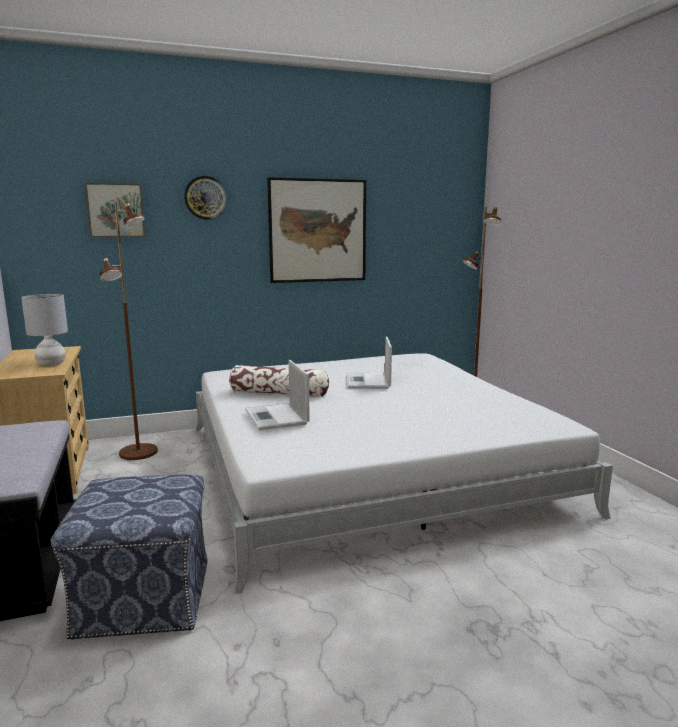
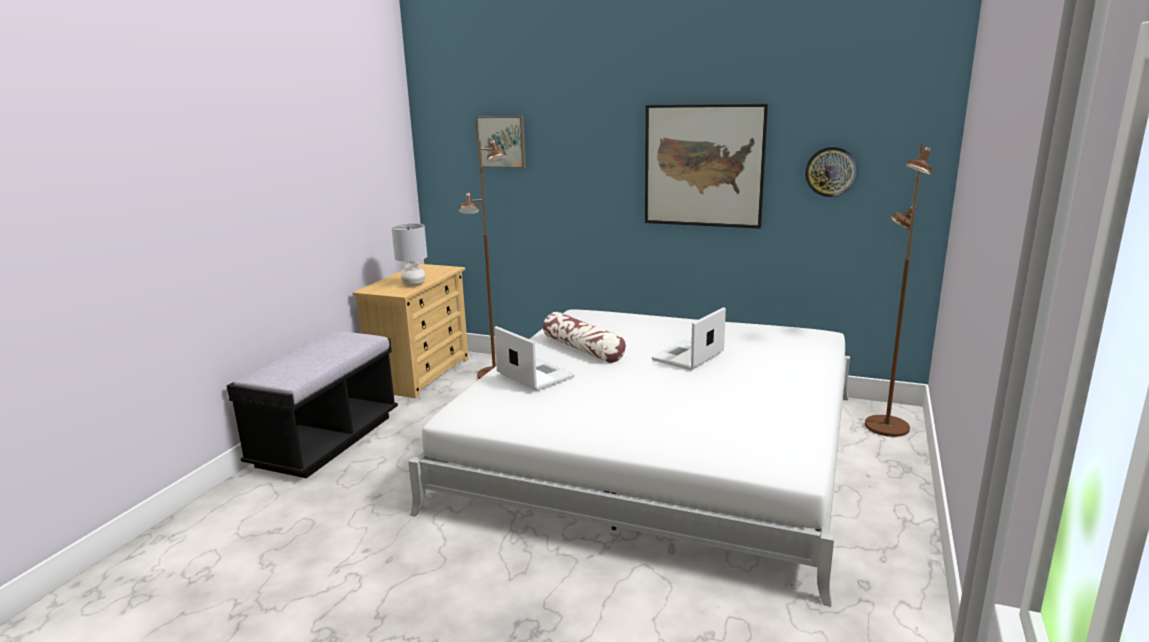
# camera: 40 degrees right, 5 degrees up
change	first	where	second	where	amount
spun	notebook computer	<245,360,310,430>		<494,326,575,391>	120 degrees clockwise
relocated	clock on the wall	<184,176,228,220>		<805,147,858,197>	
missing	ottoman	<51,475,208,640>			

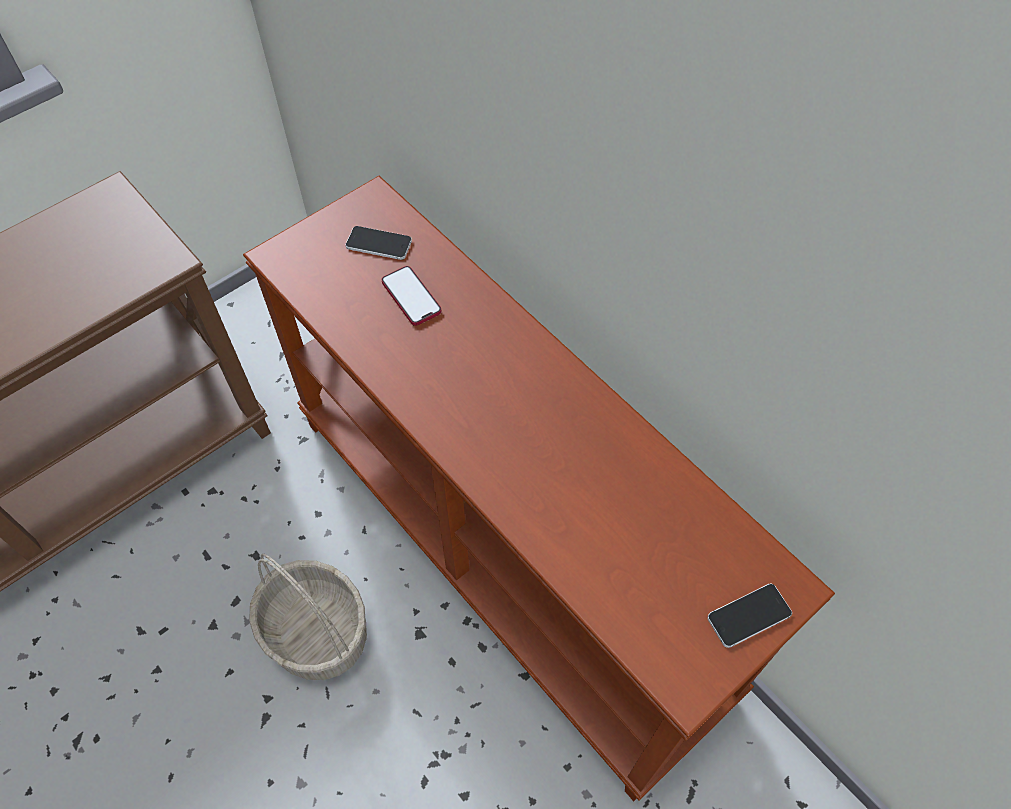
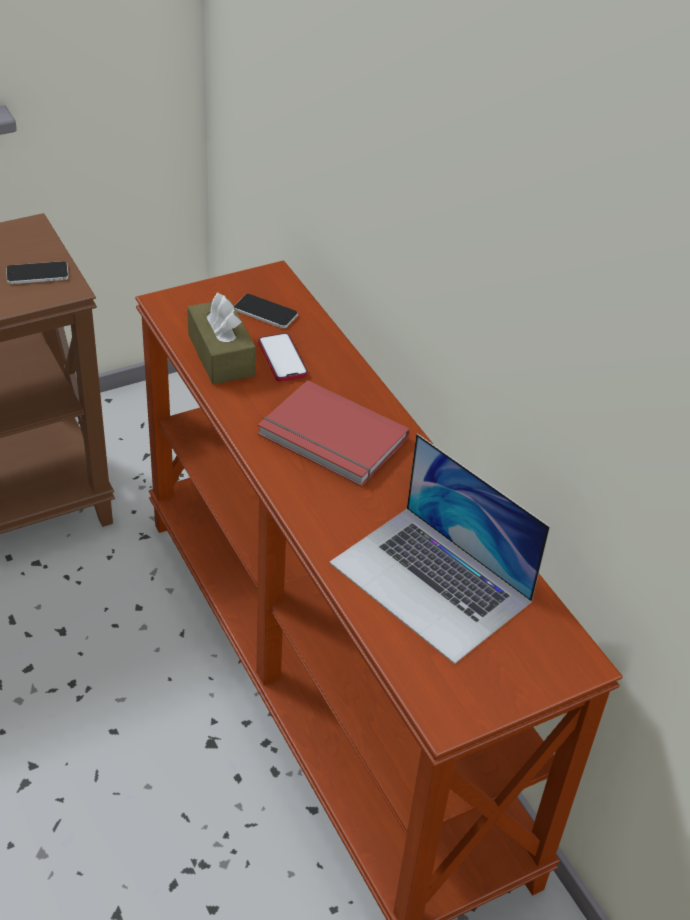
# camera: 10 degrees right, 15 degrees down
change	first	where	second	where	amount
relocated	phone	<708,583,792,648>		<6,261,69,284>	
appeared			brownish tissue holder	<187,293,256,384>	
appeared			red-coloured book	<258,380,410,486>	
appeared			notebook computer	<329,433,550,664>	
missing	household basket	<249,554,367,680>			

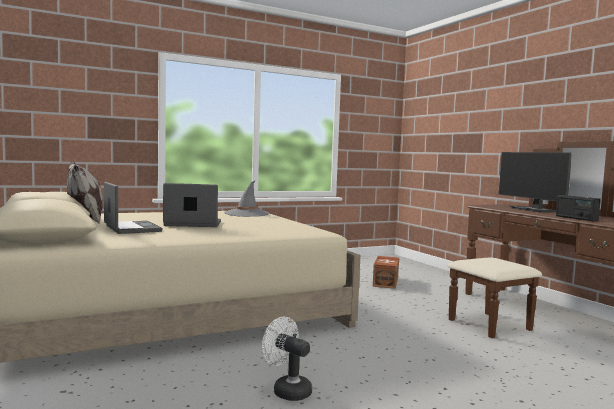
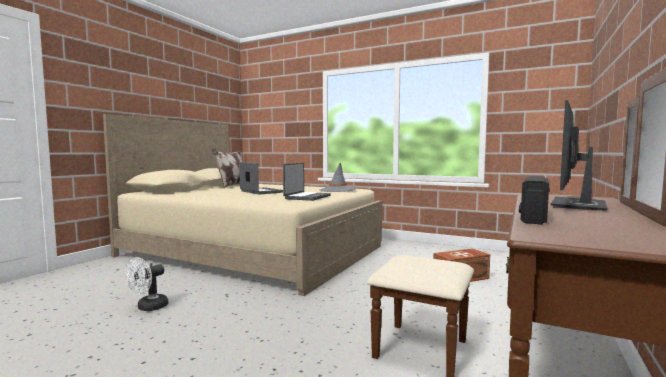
# camera: 55 degrees right, 0 degrees up
change	first	where	second	where	amount
spun	white electric fan	<262,317,312,401>		<125,257,168,311>	150 degrees counterclockwise
relocated	notebook computer	<104,182,163,234>		<283,163,331,201>	

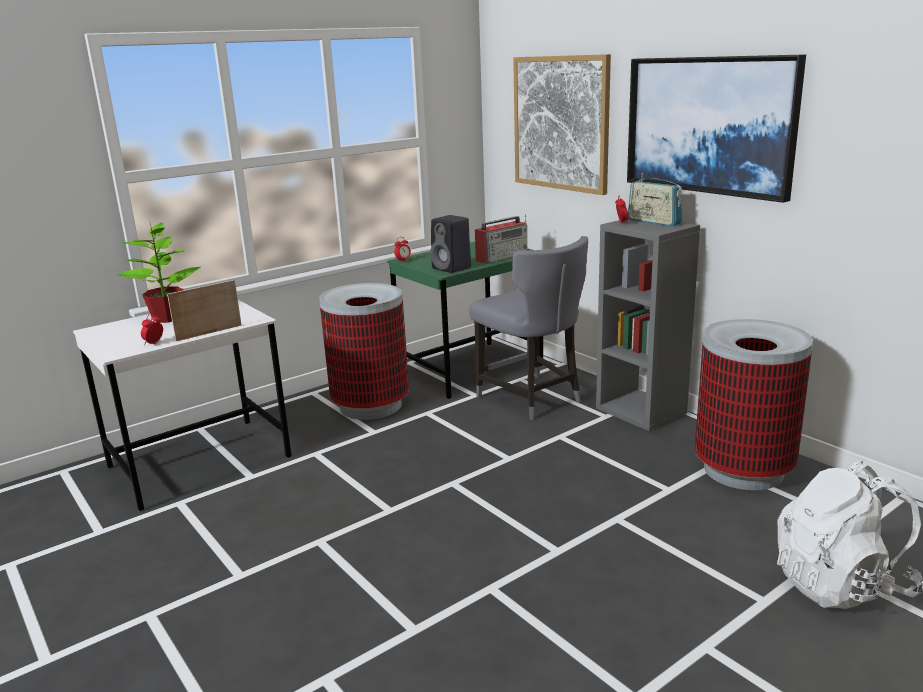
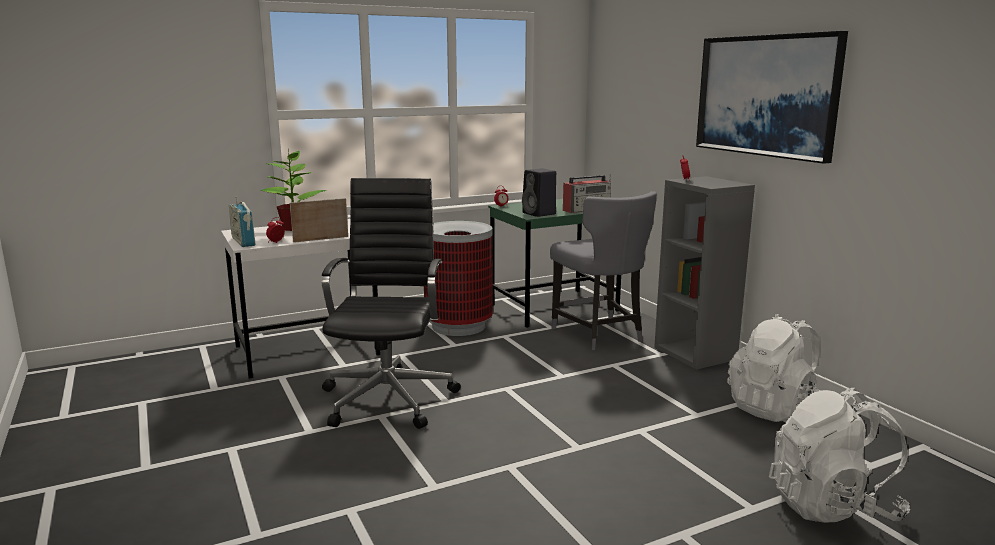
# camera: 10 degrees right, 5 degrees down
change	first	where	second	where	amount
relocated	radio set	<628,173,682,226>		<229,197,255,247>	
appeared			black desk chair	<322,178,461,429>	
exchanged	rubbish bin	<695,319,813,490>	white rucksack	<727,314,820,422>	
missing	picture	<513,54,611,195>			

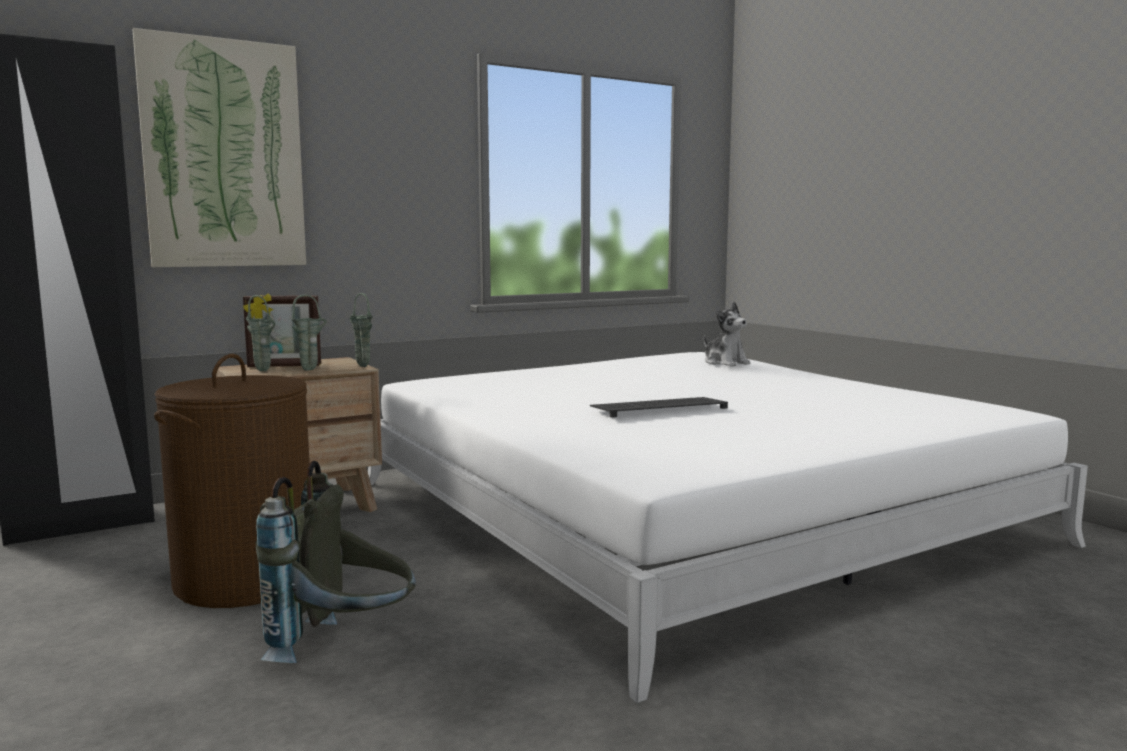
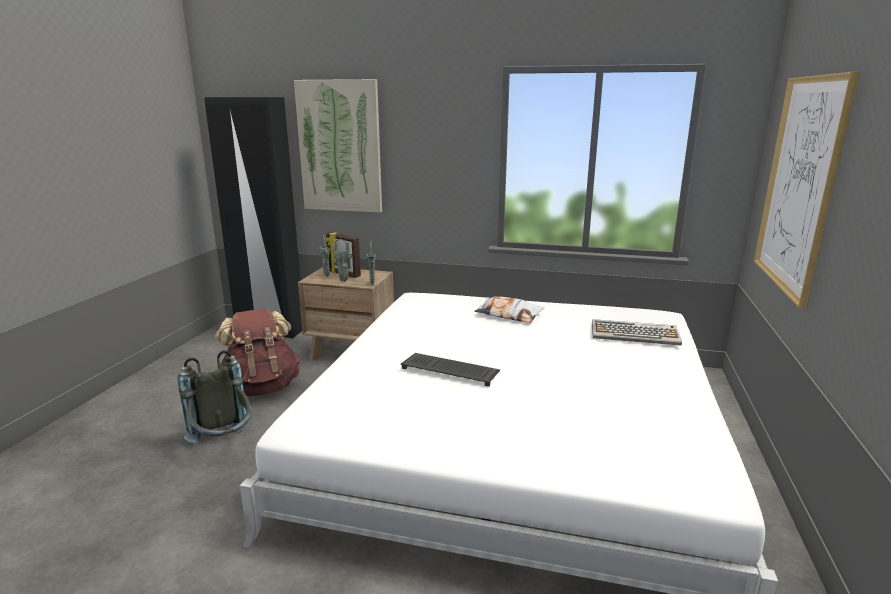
# camera: 45 degrees right, 10 degrees up
change	first	where	second	where	amount
exchanged	brownish washing basket	<154,354,310,608>	brownish rucksack	<215,309,301,397>	
appeared			pillow	<474,296,545,323>	
exchanged	plush toy	<704,301,751,366>	computer keyboard	<592,319,682,346>	
appeared			picture	<754,72,860,309>	

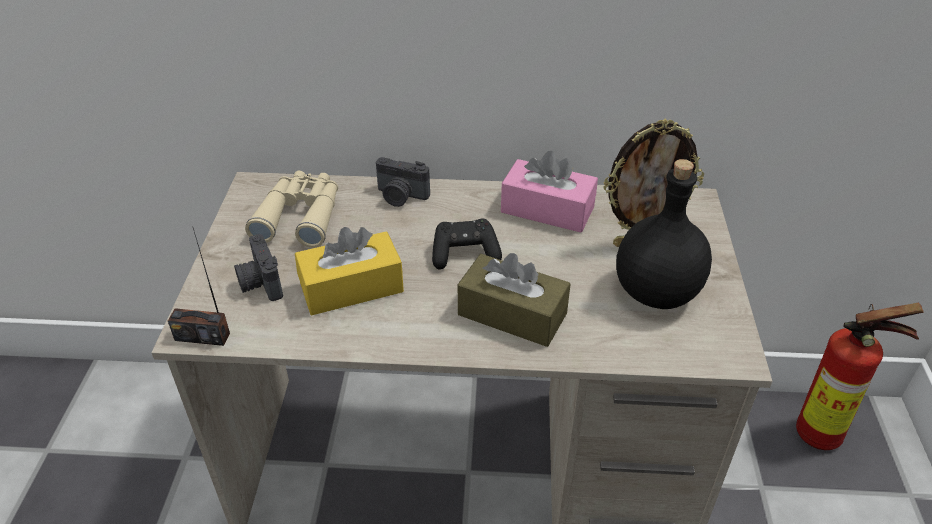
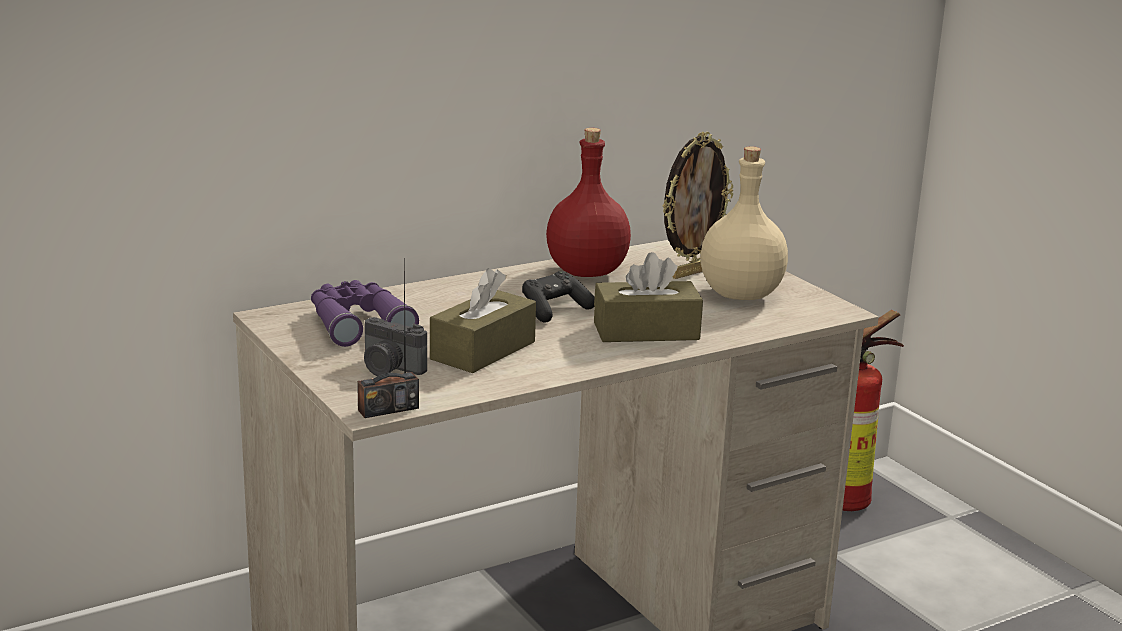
# camera: 35 degrees left, 20 degrees down
change	first	where	second	where	amount
colour	beige-coloured field glasses	<245,171,338,248>	purple field glasses	<311,280,419,347>	
colour	yellow tissue holder	<295,227,404,315>	brownish tissue holder	<430,268,536,373>	
exchanged	pink tissue holder	<501,151,598,233>	red-coloured beverage bottle	<546,128,631,277>	
colour	black beverage bottle	<616,159,712,309>	beige-coloured beverage bottle	<701,146,788,300>	
missing	photo camera	<376,157,430,207>			

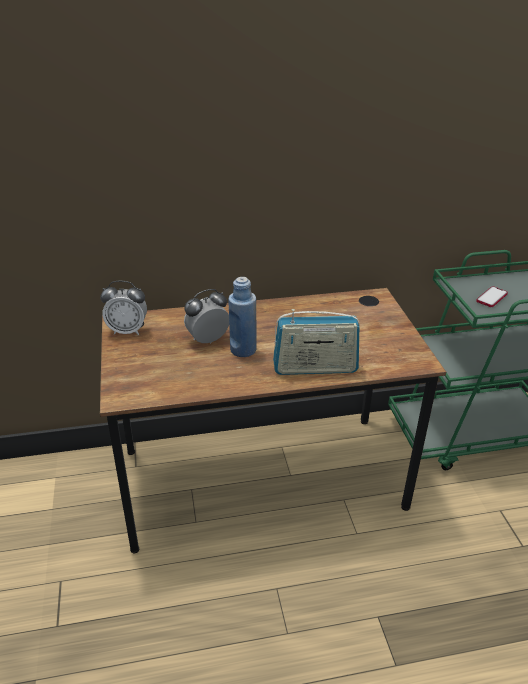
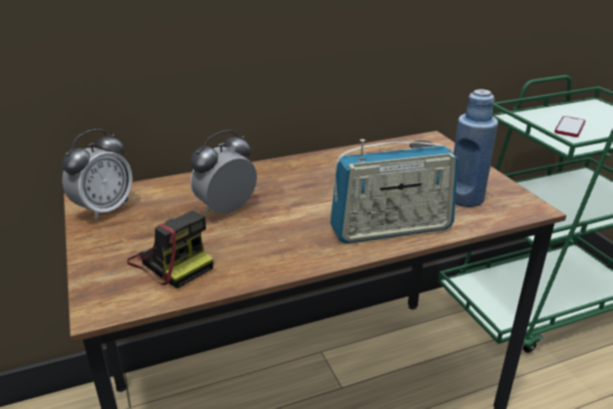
# camera: 10 degrees left, 5 degrees down
change	first	where	second	where	amount
spun	alarm clock	<100,280,147,335>		<62,129,133,220>	45 degrees counterclockwise
appeared			photo camera	<127,211,213,288>	
relocated	blue beverage bottle	<229,277,257,357>		<454,89,498,207>	

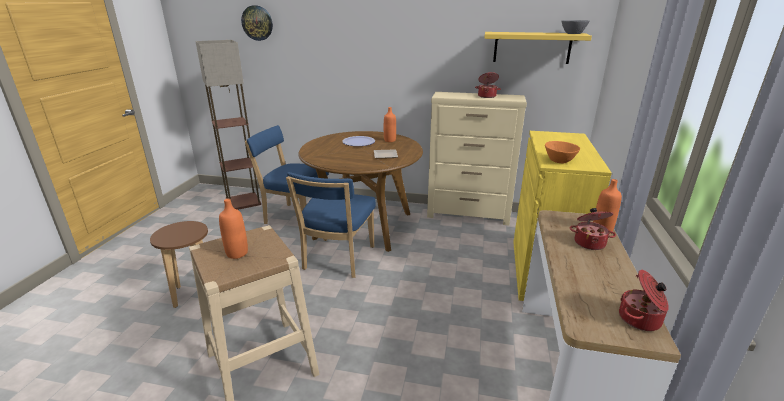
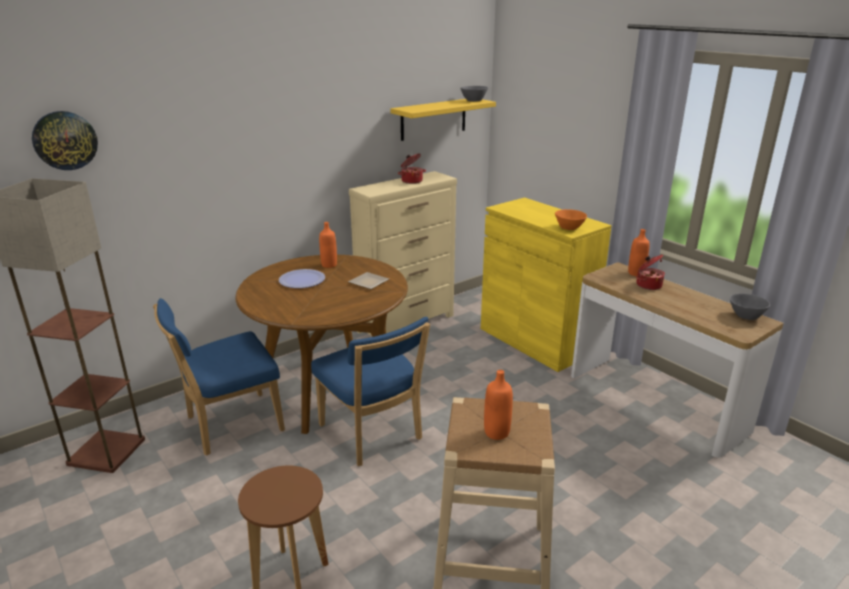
# camera: 50 degrees left, 0 degrees up
change	first	where	second	where	amount
exchanged	saucepot	<619,270,669,331>	greyish bowl	<730,293,770,320>	

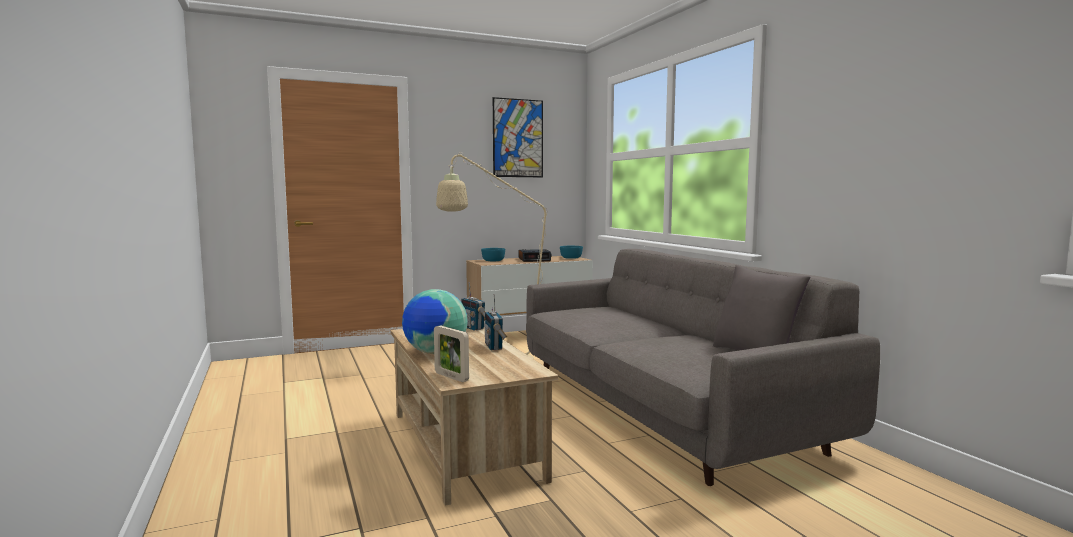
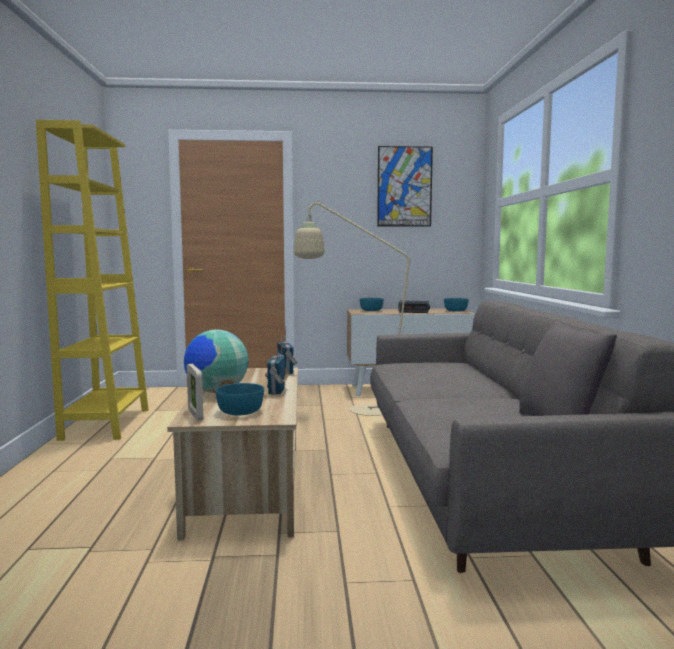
# camera: 20 degrees right, 0 degrees up
change	first	where	second	where	amount
appeared			yellow bookshelf	<36,120,148,441>	
appeared			blue-green bowl	<215,383,264,415>	

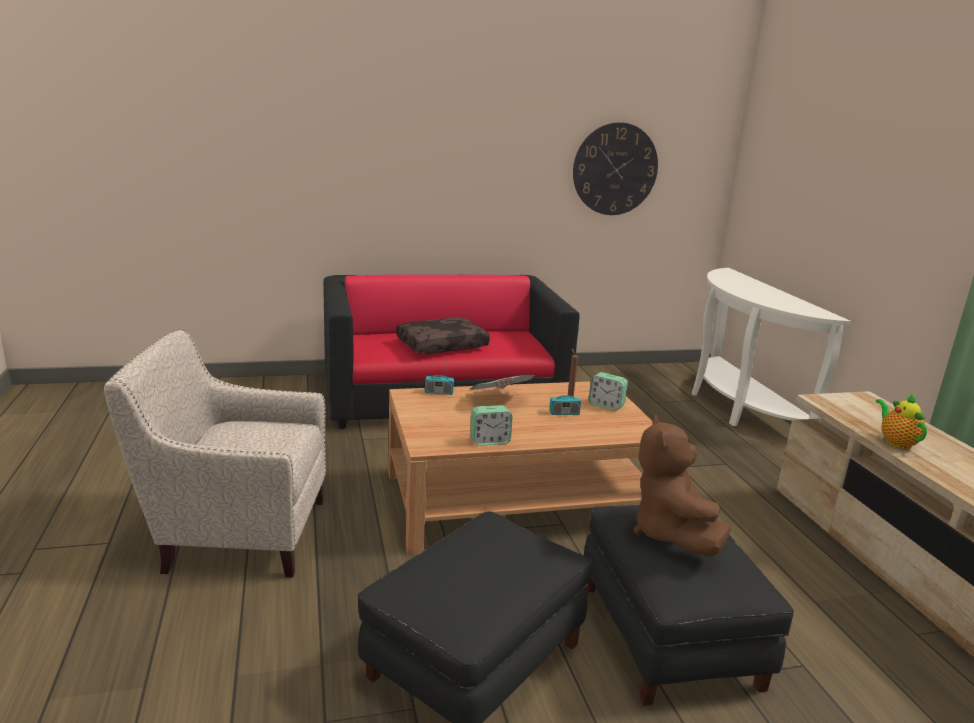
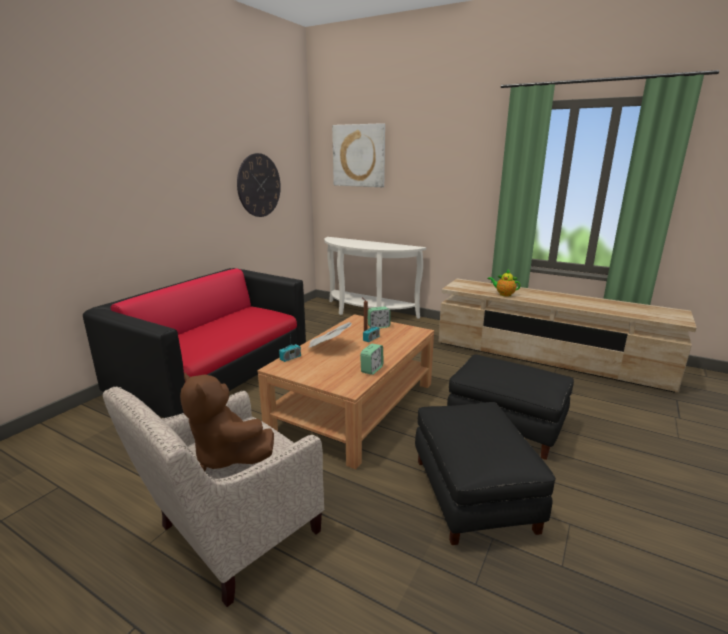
# camera: 45 degrees left, 0 degrees up
change	first	where	second	where	amount
relocated	brownish plush toy	<634,415,731,556>		<180,373,274,471>	
appeared			picture	<332,123,385,187>	
missing	brownish pillow	<396,317,490,354>			

